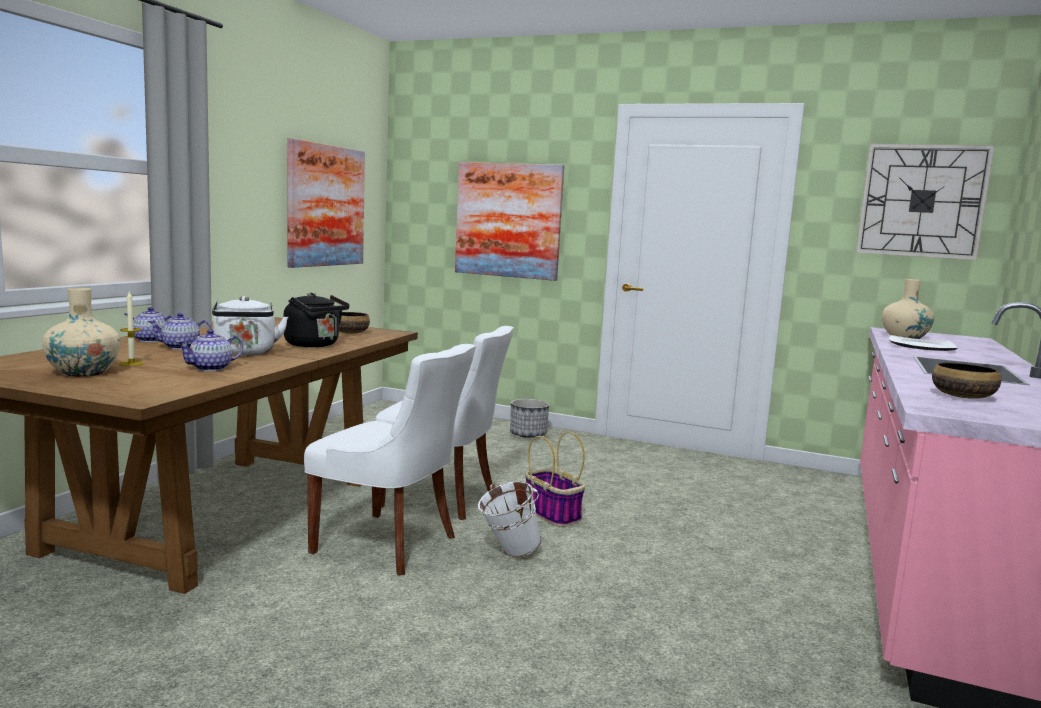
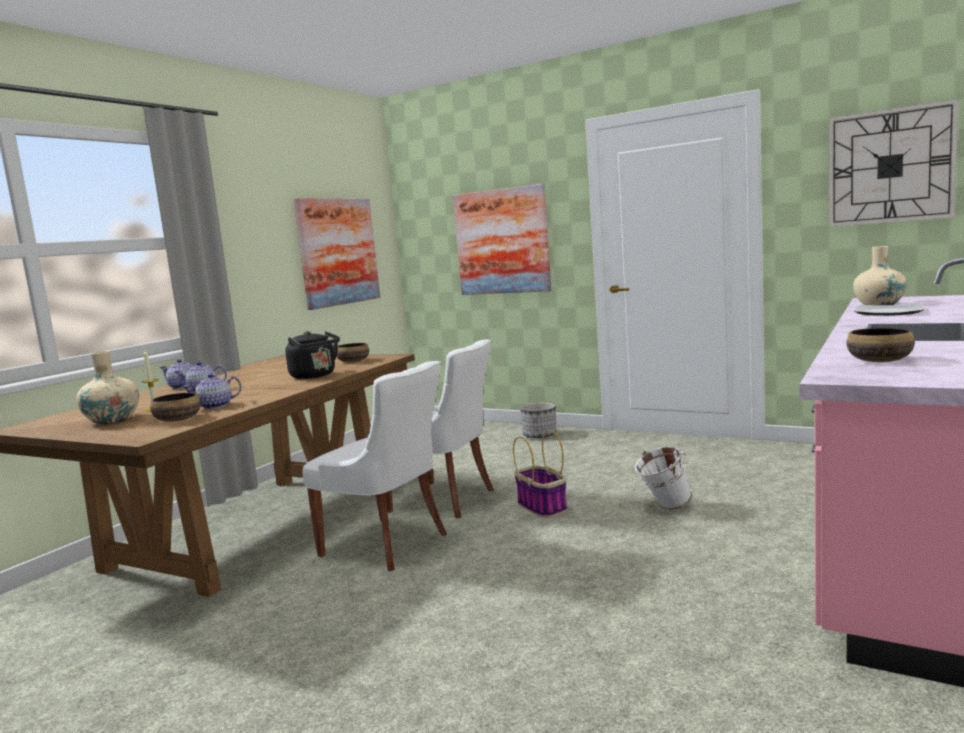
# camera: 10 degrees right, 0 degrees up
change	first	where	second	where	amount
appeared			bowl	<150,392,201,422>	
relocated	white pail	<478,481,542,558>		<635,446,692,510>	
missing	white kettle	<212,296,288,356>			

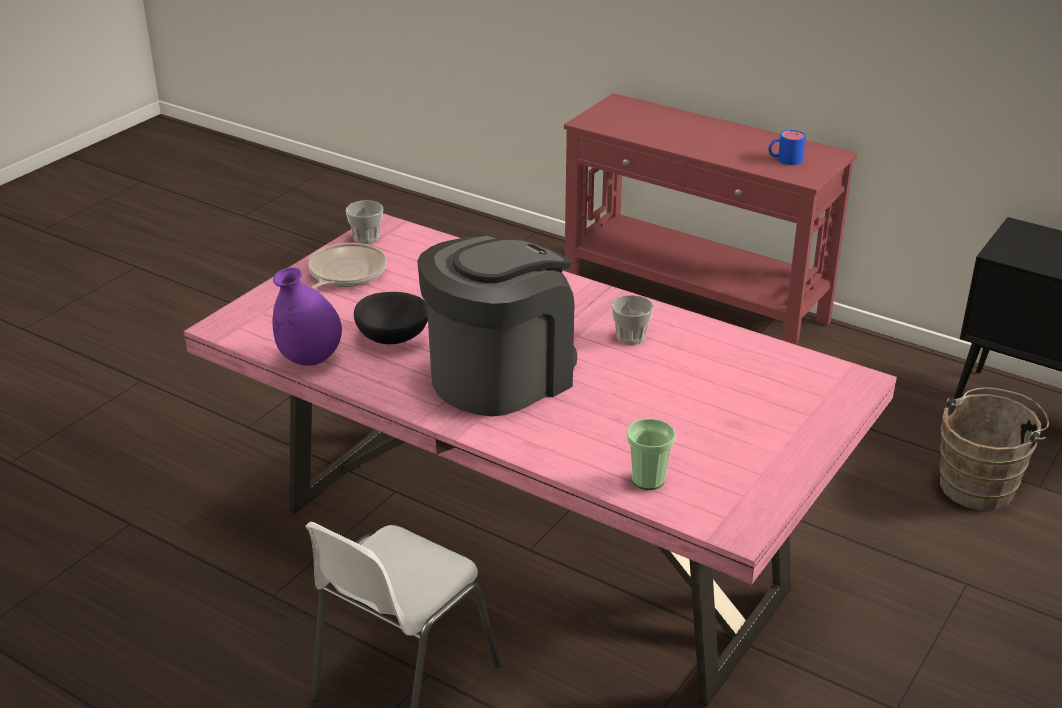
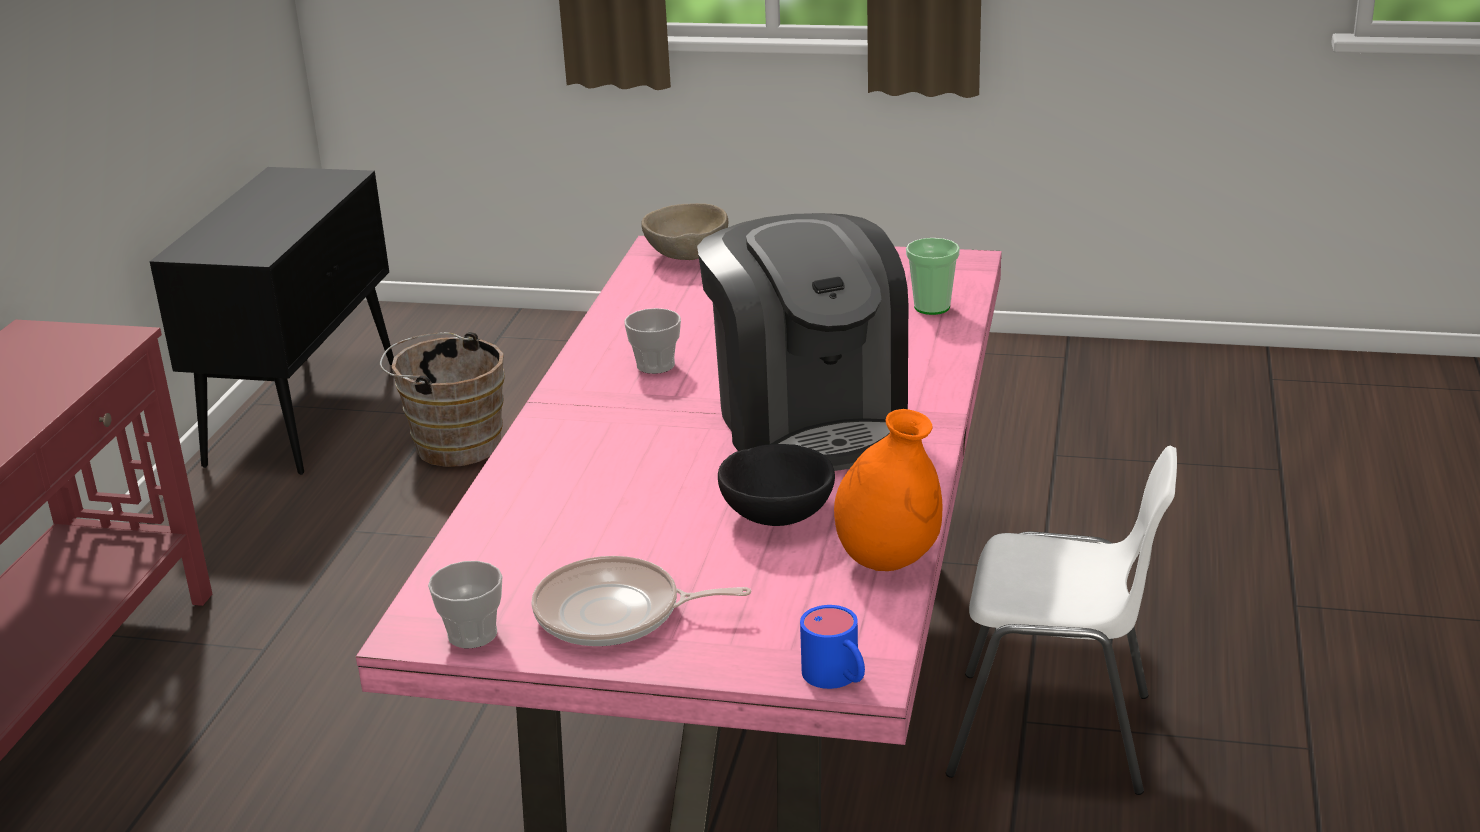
# camera: 110 degrees left, 5 degrees down
change	first	where	second	where	amount
appeared			beige-coloured bowl	<641,203,728,260>	
spun	coffee brewer	<417,236,577,416>		<697,213,909,471>	135 degrees counterclockwise
relocated	blue coffee mug	<769,130,806,165>		<800,605,865,689>	
colour	purple decorative vase	<273,267,342,366>	orange decorative vase	<834,409,942,571>	

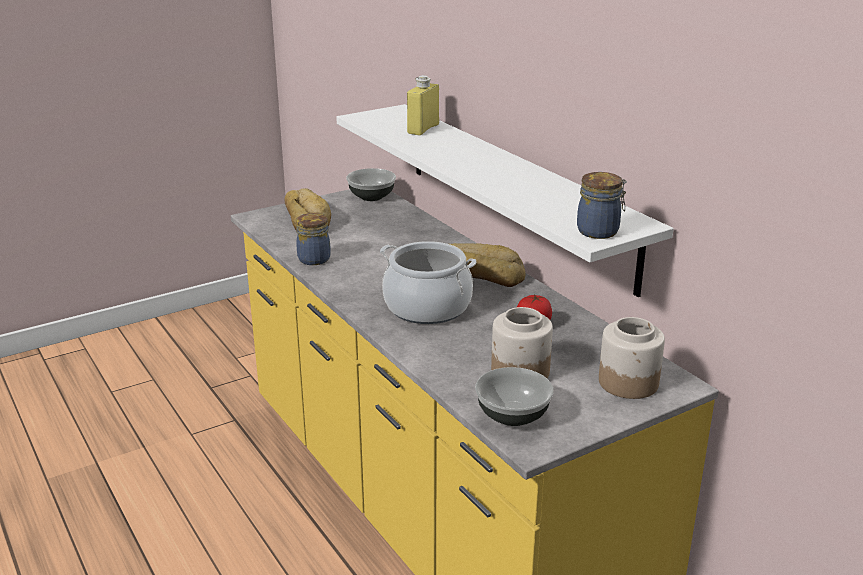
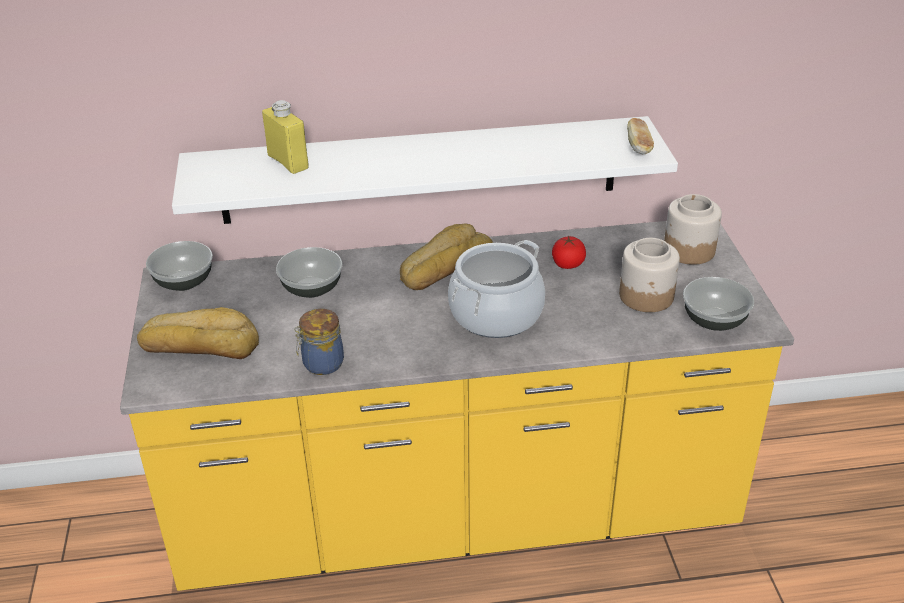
# camera: 65 degrees left, 10 degrees up
change	first	where	second	where	amount
appeared			bowl	<276,247,342,298>	
exchanged	jar	<577,172,627,239>	bread	<627,118,654,154>	

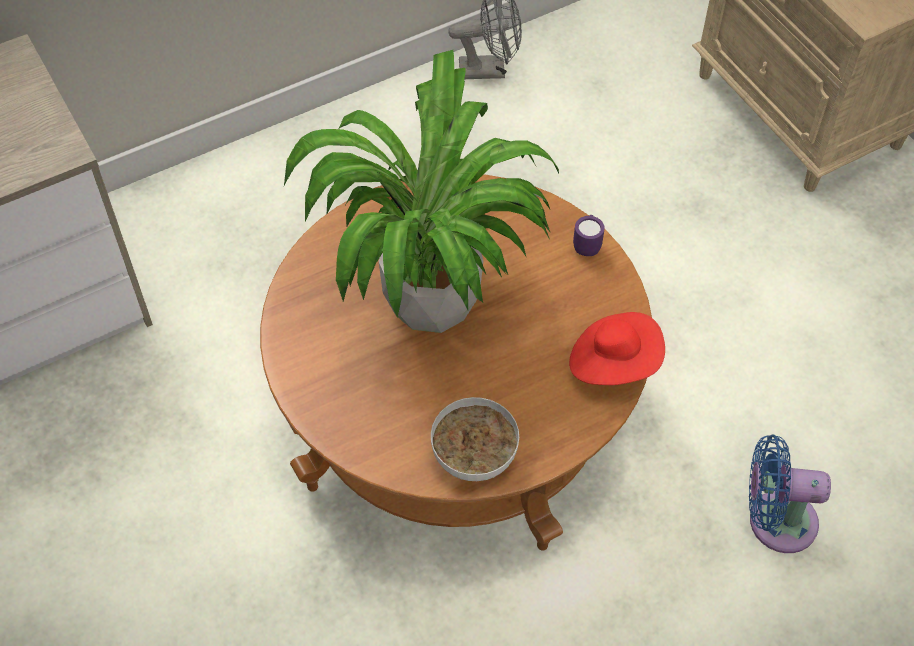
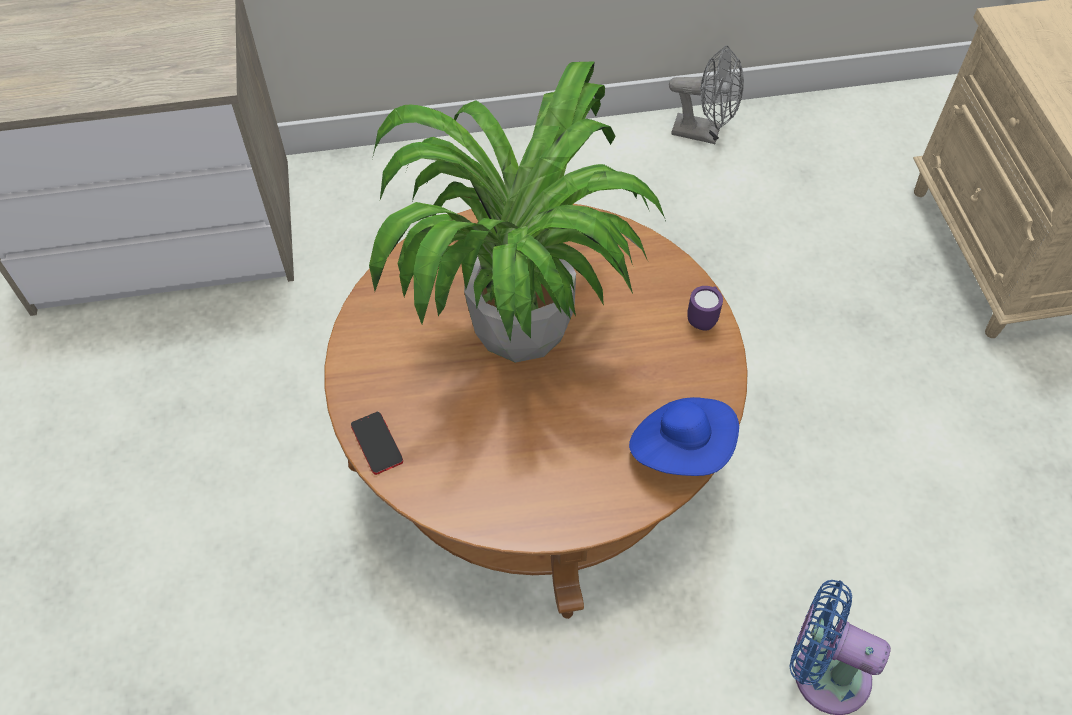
# camera: 20 degrees right, 0 degrees up
change	first	where	second	where	amount
appeared			phone	<351,412,403,475>	
colour	red-coloured clothing hat	<569,312,665,385>	blue clothing hat	<629,397,739,476>	
missing	bowl	<431,397,519,481>			

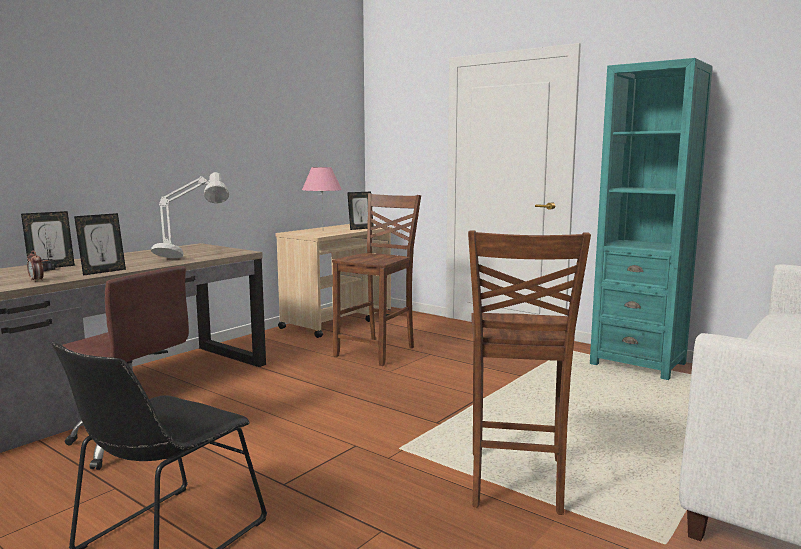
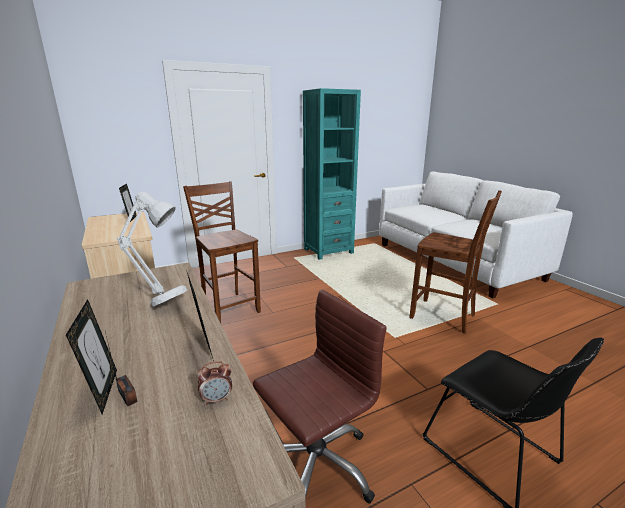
# camera: 65 degrees left, 10 degrees up
change	first	where	second	where	amount
missing	pink lamp for a table	<302,167,342,221>			

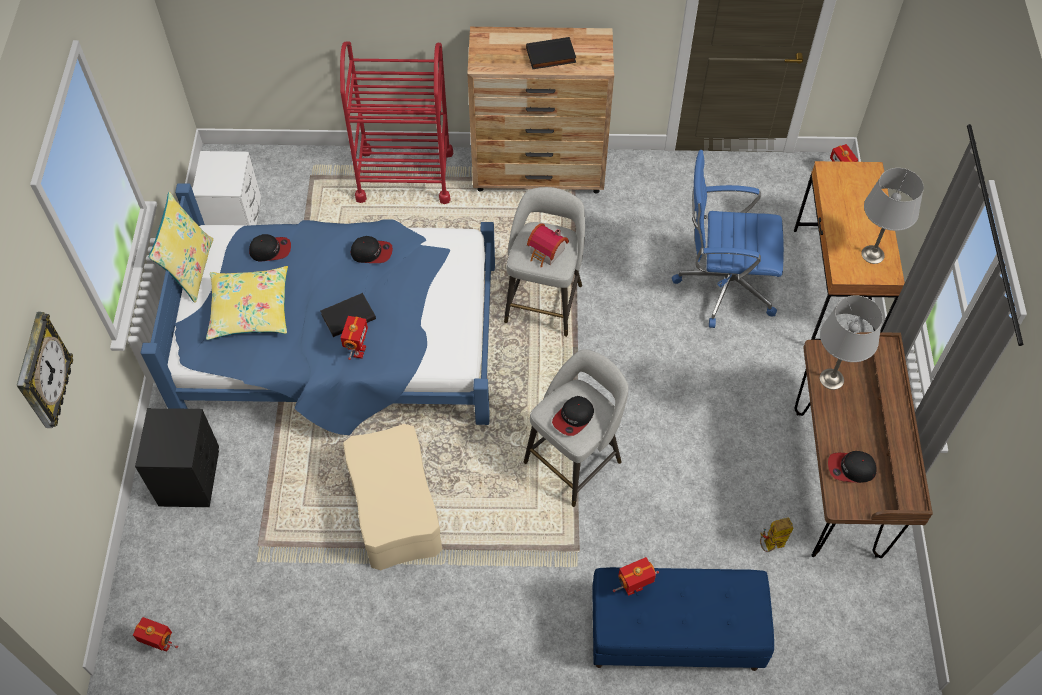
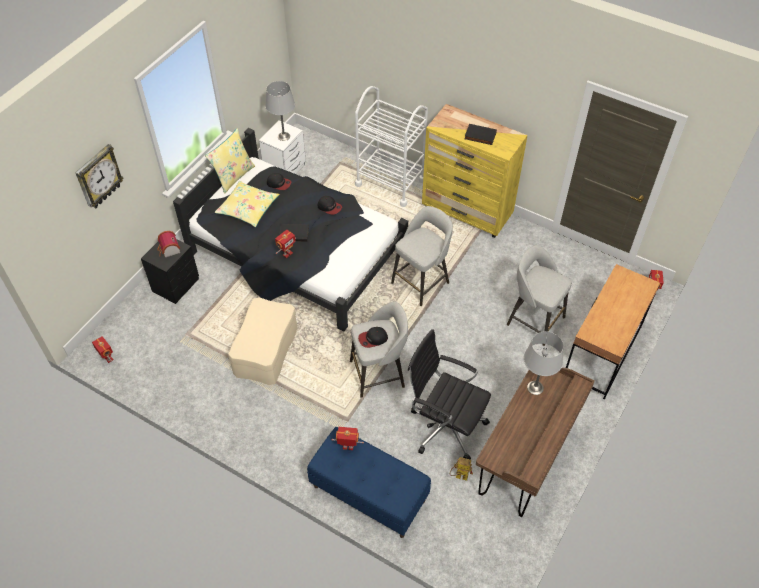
# camera: 30 degrees right, 5 degrees down
change	first	where	second	where	amount
relocated	toy house	<527,223,569,268>		<157,231,180,257>	
colour	blue sleeping bed	<141,183,495,435>	black sleeping bed	<173,128,408,331>	
relocated	greyish lamp for a table	<861,168,924,264>		<265,81,295,141>	
colour	red-coloured wheeled cart	<340,41,453,204>	white wheeled cart	<355,86,428,207>	
appeared			black desk chair	<408,329,491,459>	
colour	brownish drawer chest	<467,27,614,194>	yellow drawer chest	<422,104,527,238>	
exchanged	blue desk chair	<672,150,784,328>	greyish stool seat	<507,245,572,346>	
missing	cap	<828,451,877,483>			

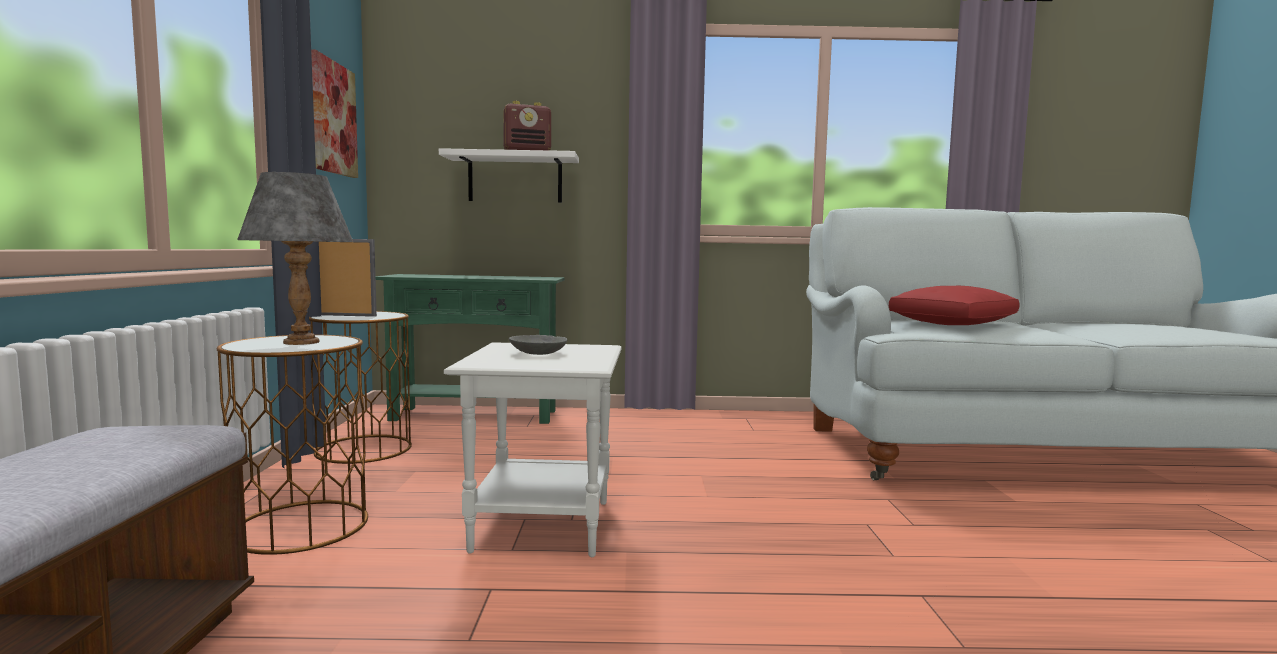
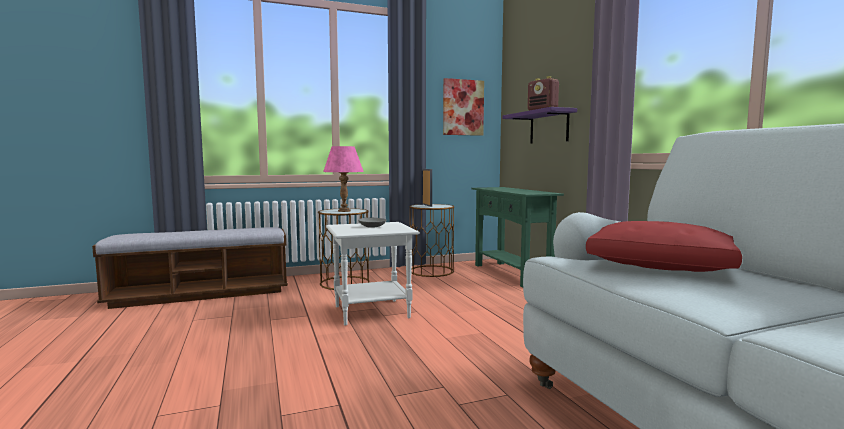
# camera: 70 degrees right, 0 degrees up
change	first	where	second	where	amount
colour	greyish lamp for a table	<237,172,353,345>	pink lamp for a table	<323,146,364,212>	
colour	white wall shelf	<439,148,579,203>	purple wall shelf	<503,107,577,144>	

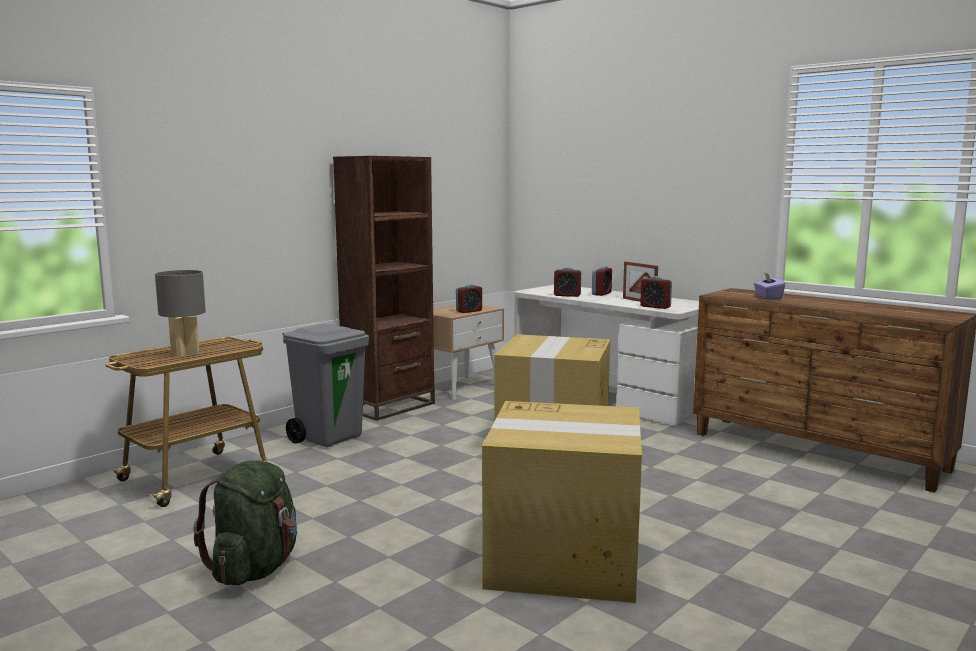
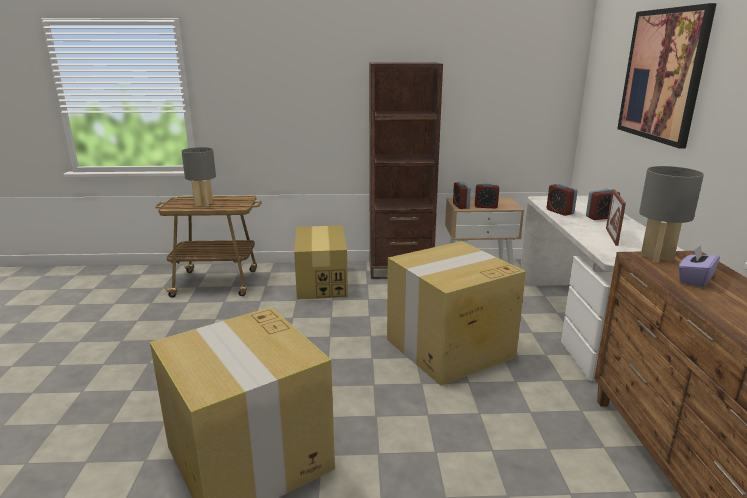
# camera: 45 degrees right, 10 degrees up
change	first	where	second	where	amount
exchanged	greyish rubbish bin	<282,323,369,447>	carton	<294,225,348,300>	
relocated	alarm clock	<640,276,672,309>		<453,182,471,209>	
appeared			picture	<617,3,717,149>	
appeared			greyish lamp for a table	<639,166,704,263>	
missing	greenish rucksack	<193,460,297,585>			

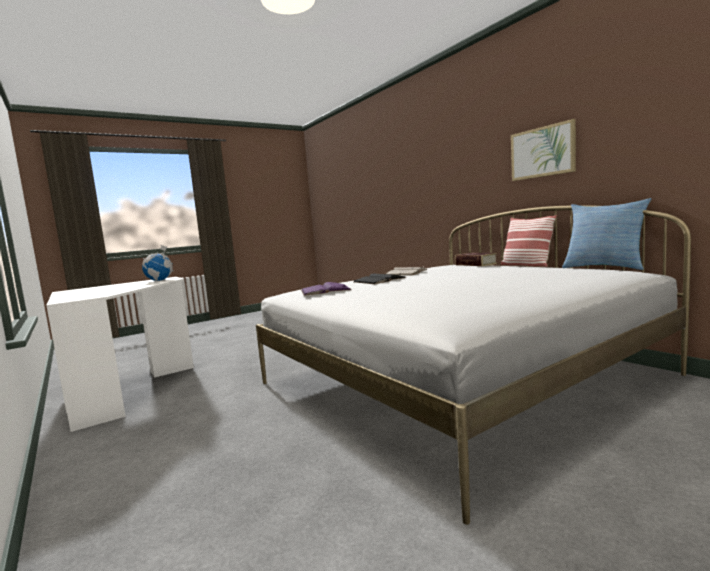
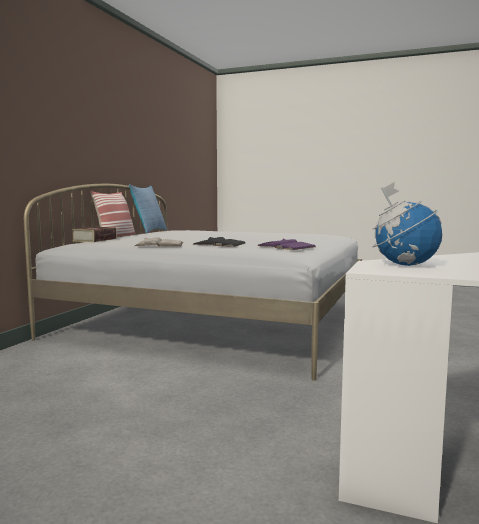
# camera: 125 degrees left, 0 degrees up
change	first	where	second	where	amount
missing	picture	<511,119,576,181>			

